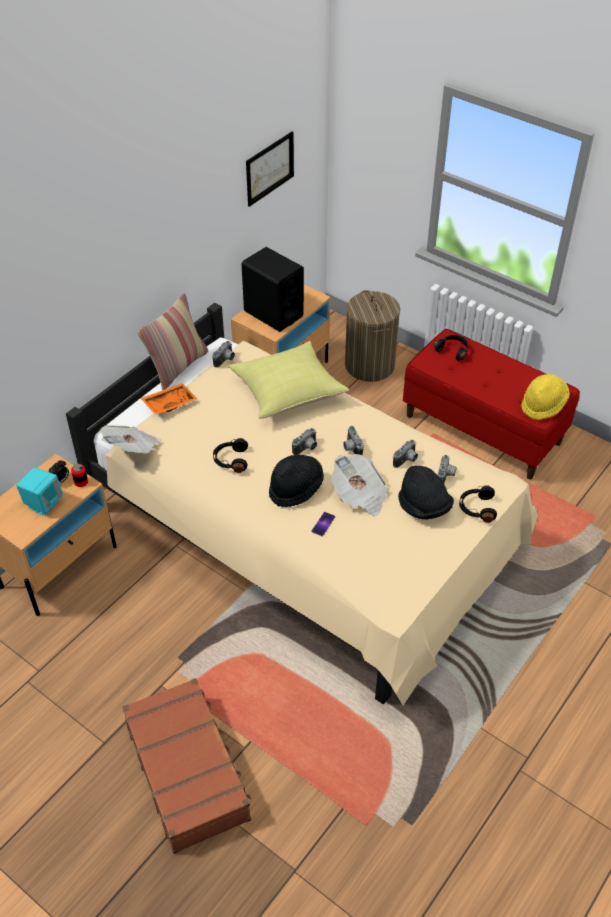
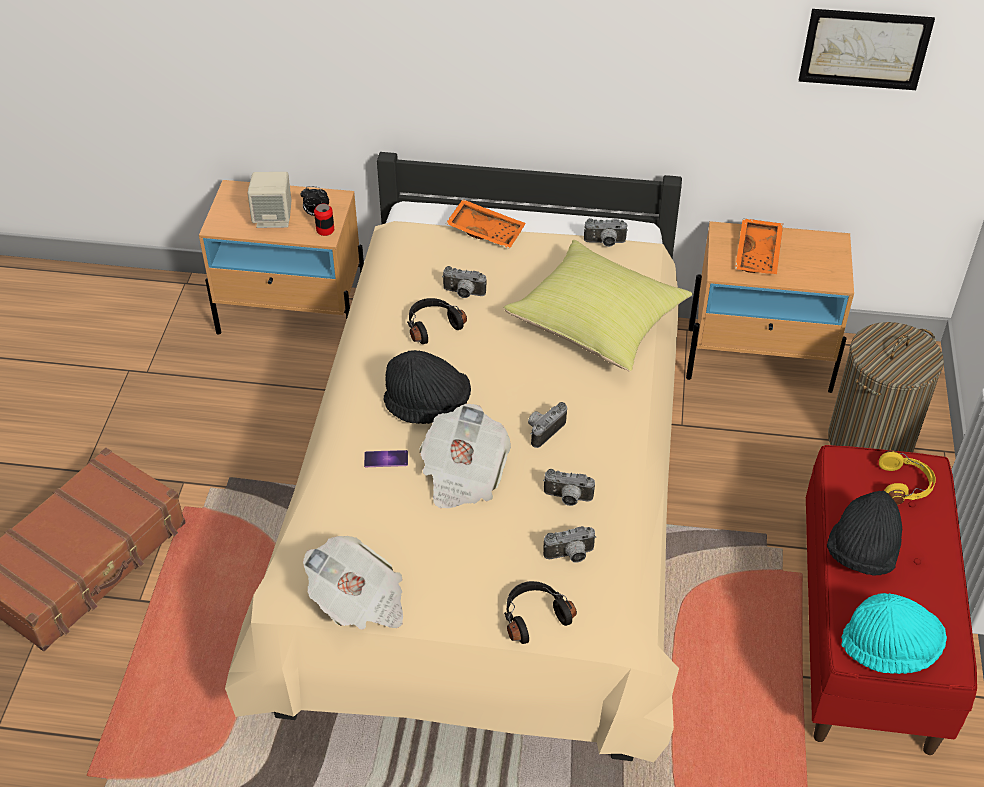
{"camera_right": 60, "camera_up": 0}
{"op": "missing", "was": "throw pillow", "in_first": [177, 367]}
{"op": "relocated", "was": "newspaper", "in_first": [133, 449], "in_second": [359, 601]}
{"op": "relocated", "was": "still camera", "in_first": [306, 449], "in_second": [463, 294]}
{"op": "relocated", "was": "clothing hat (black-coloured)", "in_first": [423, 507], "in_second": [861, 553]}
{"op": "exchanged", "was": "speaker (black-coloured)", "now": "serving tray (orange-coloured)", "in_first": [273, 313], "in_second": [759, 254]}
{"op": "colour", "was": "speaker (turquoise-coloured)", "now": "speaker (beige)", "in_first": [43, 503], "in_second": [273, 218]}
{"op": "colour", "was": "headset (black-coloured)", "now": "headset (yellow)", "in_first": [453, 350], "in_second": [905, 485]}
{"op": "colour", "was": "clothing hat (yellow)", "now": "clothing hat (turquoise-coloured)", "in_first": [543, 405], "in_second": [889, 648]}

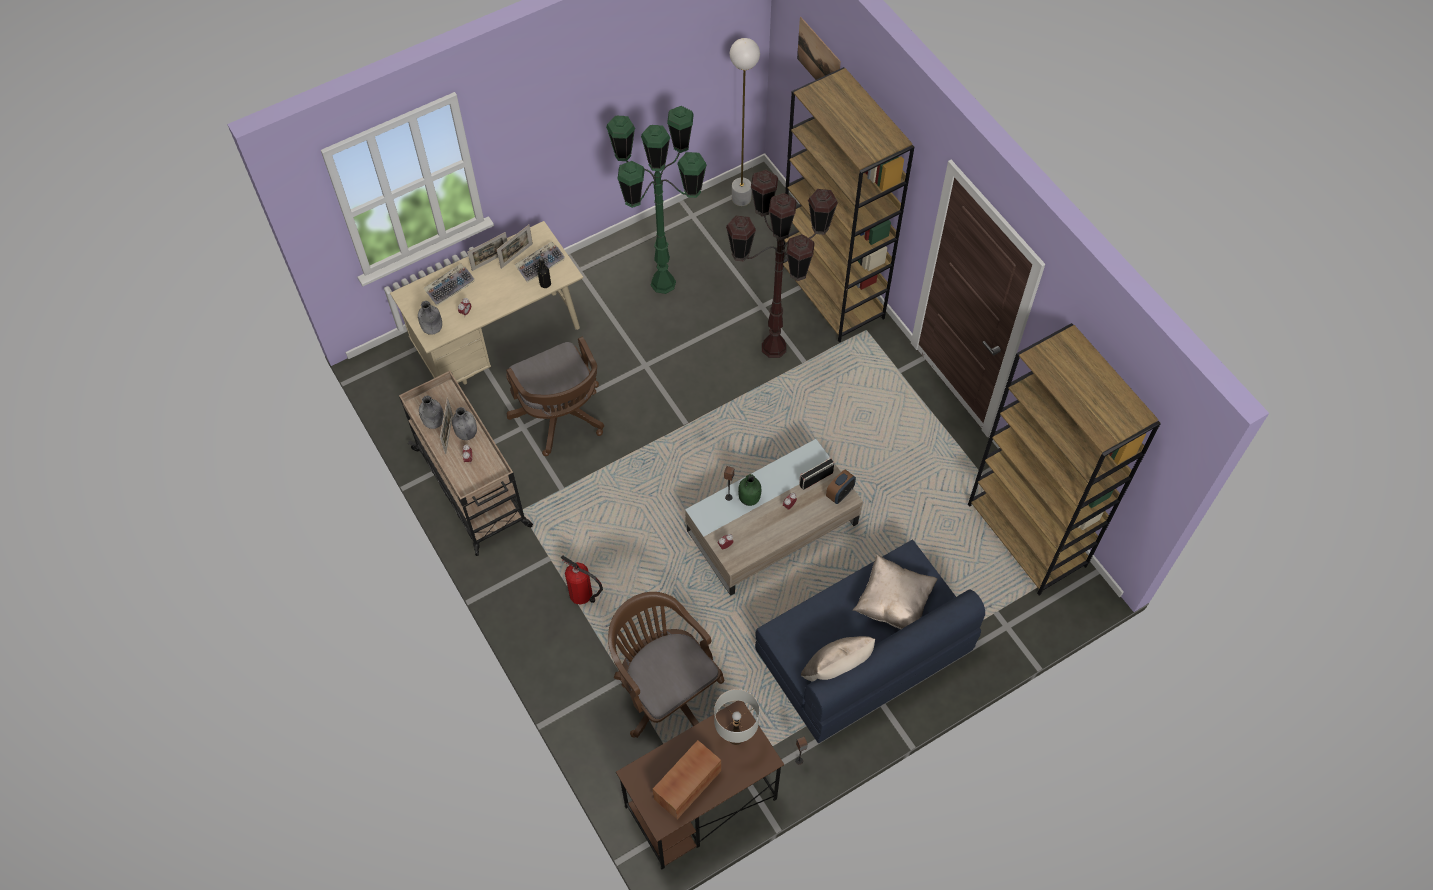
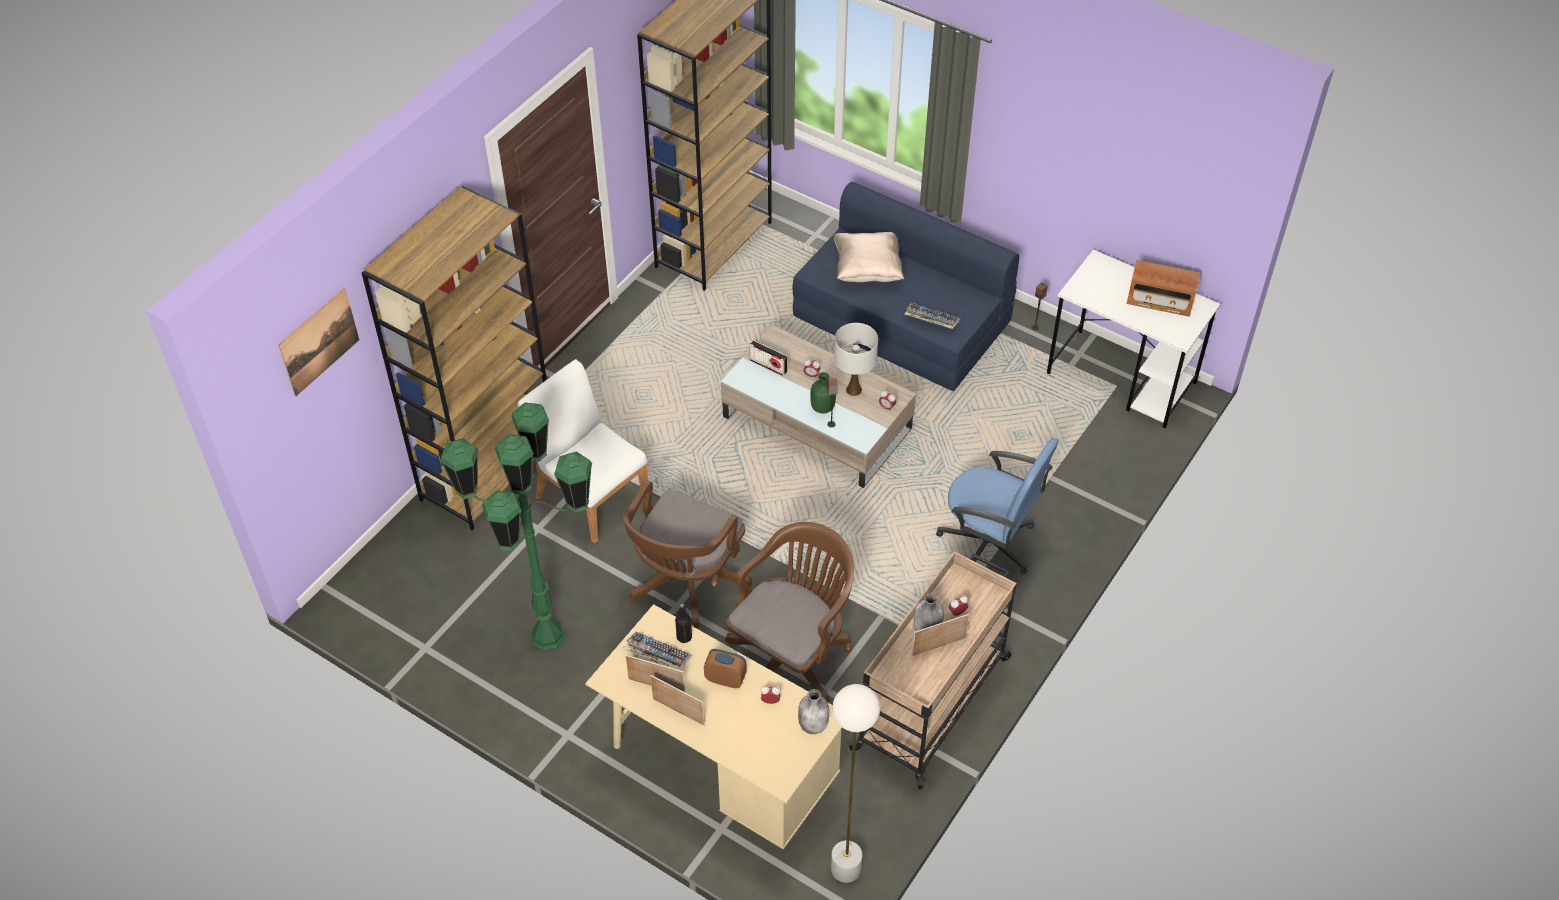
{"camera_right": -115, "camera_up": -10}
{"op": "missing", "was": "bottle (greyish)", "in_first": [434, 422]}
{"op": "missing", "was": "throw pillow (beige)", "in_first": [836, 671]}
{"op": "relocated", "was": "computer keyboard", "in_first": [450, 286], "in_second": [930, 320]}
{"op": "relocated", "was": "office chair (brownish)", "in_first": [665, 689], "in_second": [686, 586]}
{"op": "relocated", "was": "lamp for a table (white)", "in_first": [736, 736], "in_second": [853, 390]}
{"op": "relocated", "was": "standing lamp (white)", "in_first": [741, 198], "in_second": [846, 869]}
{"op": "relocated", "was": "table clock", "in_first": [840, 494], "in_second": [725, 679]}
{"op": "exchanged", "was": "fire-fighting cylinder", "now": "office chair (blue)", "in_first": [583, 595], "in_second": [989, 544]}
{"op": "exchanged", "was": "standing lamp (brownish)", "now": "chair (white)", "in_first": [774, 347], "in_second": [591, 496]}
{"op": "colour", "was": "desk unit (brownish)", "now": "desk unit (white)", "in_first": [700, 804], "in_second": [1122, 378]}

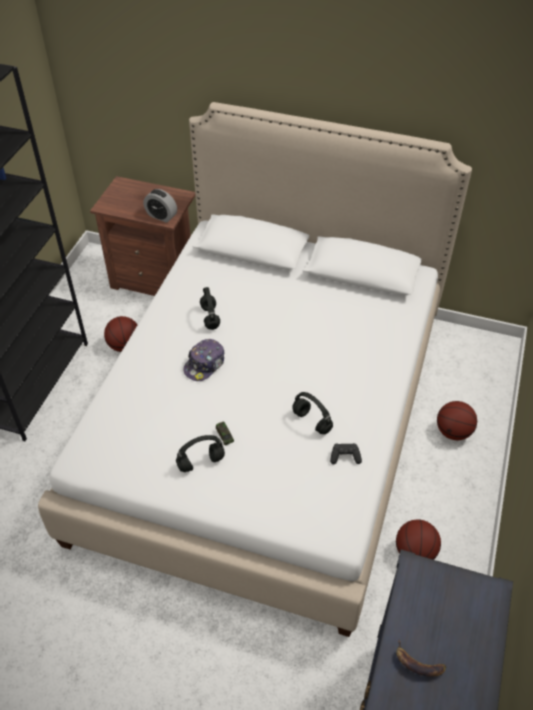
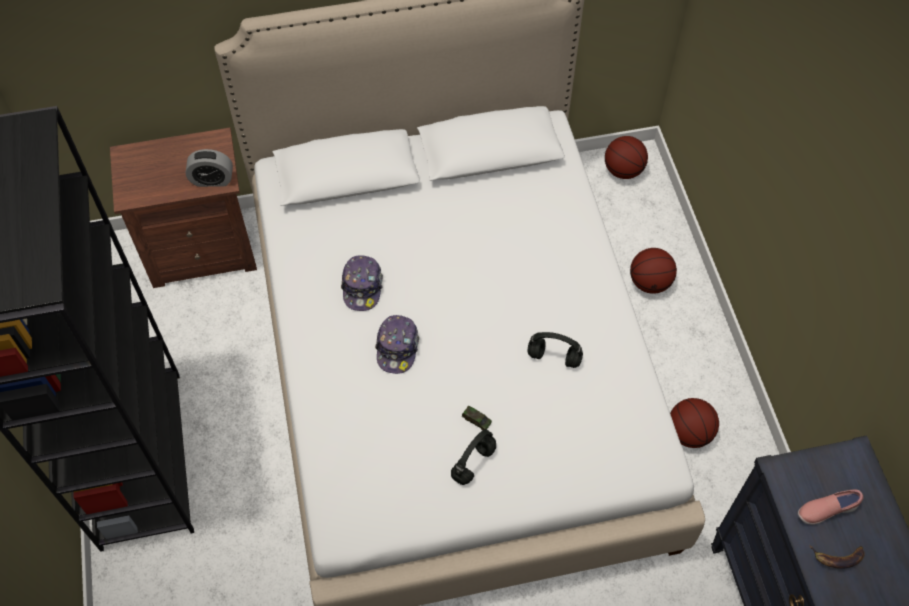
{"camera_right": -30, "camera_up": 10}
{"op": "missing", "was": "gamepad (black-coloured)", "in_first": [345, 457]}
{"op": "appeared", "now": "item of footwear (pinkish)", "in_second": [825, 510]}
{"op": "relocated", "was": "basketball", "in_first": [124, 346], "in_second": [623, 171]}
{"op": "exchanged", "was": "headset (black-coloured)", "now": "baseball cap", "in_first": [210, 318], "in_second": [362, 287]}

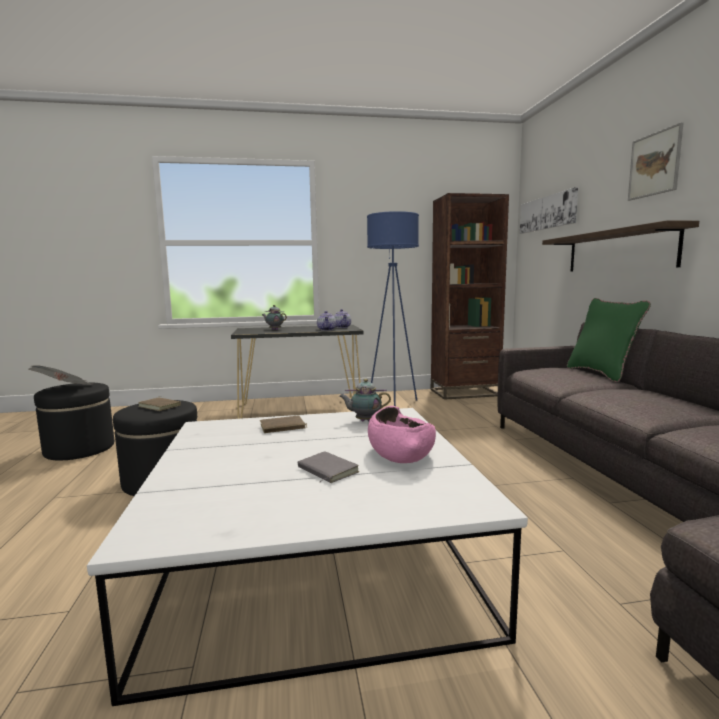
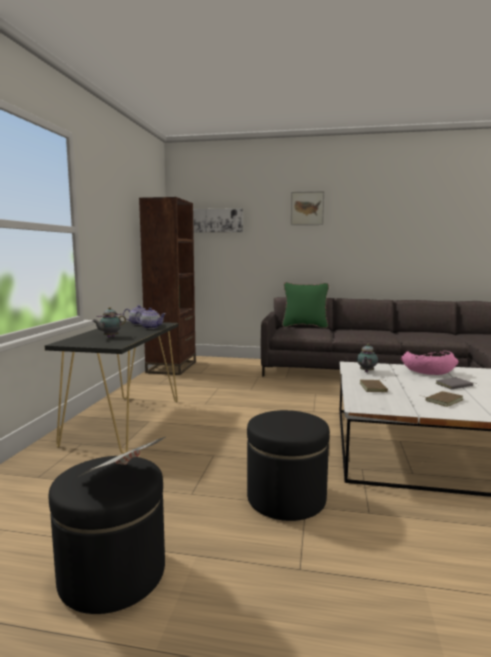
{"camera_right": -70, "camera_up": 0}
{"op": "missing", "was": "standing lamp (blue)", "in_first": [393, 404]}
{"op": "missing", "was": "bracket shelf", "in_first": [618, 251]}
{"op": "relocated", "was": "volume (brownish)", "in_first": [161, 406], "in_second": [443, 400]}

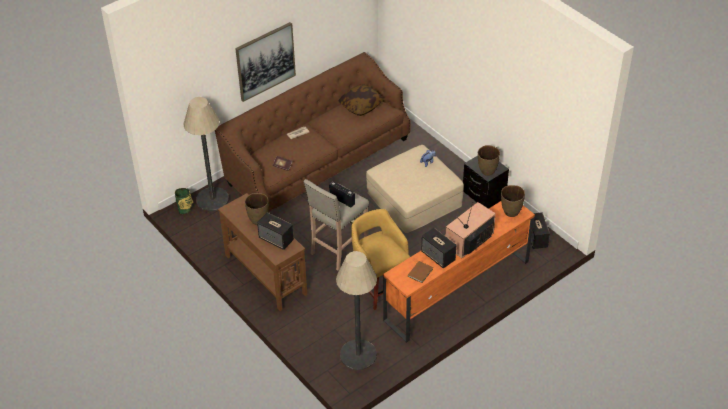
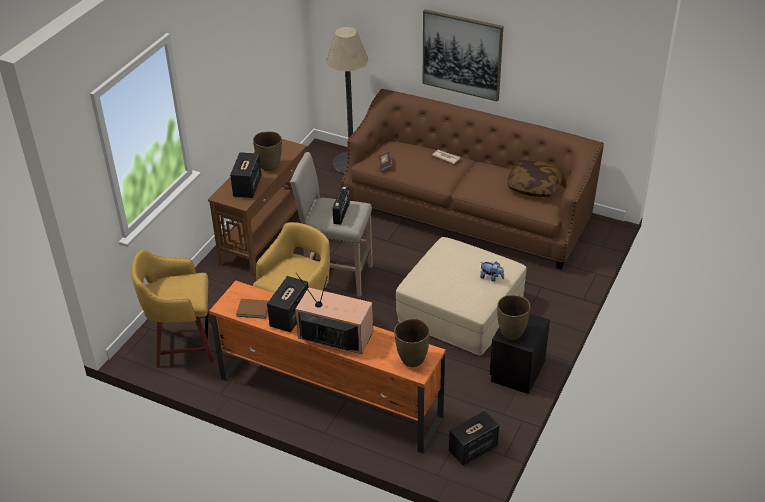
{"camera_right": 65, "camera_up": -5}
{"op": "missing", "was": "flower vase", "in_first": [185, 210]}
{"op": "exchanged", "was": "standing lamp", "now": "stool seat (yellow)", "in_first": [358, 355], "in_second": [183, 345]}

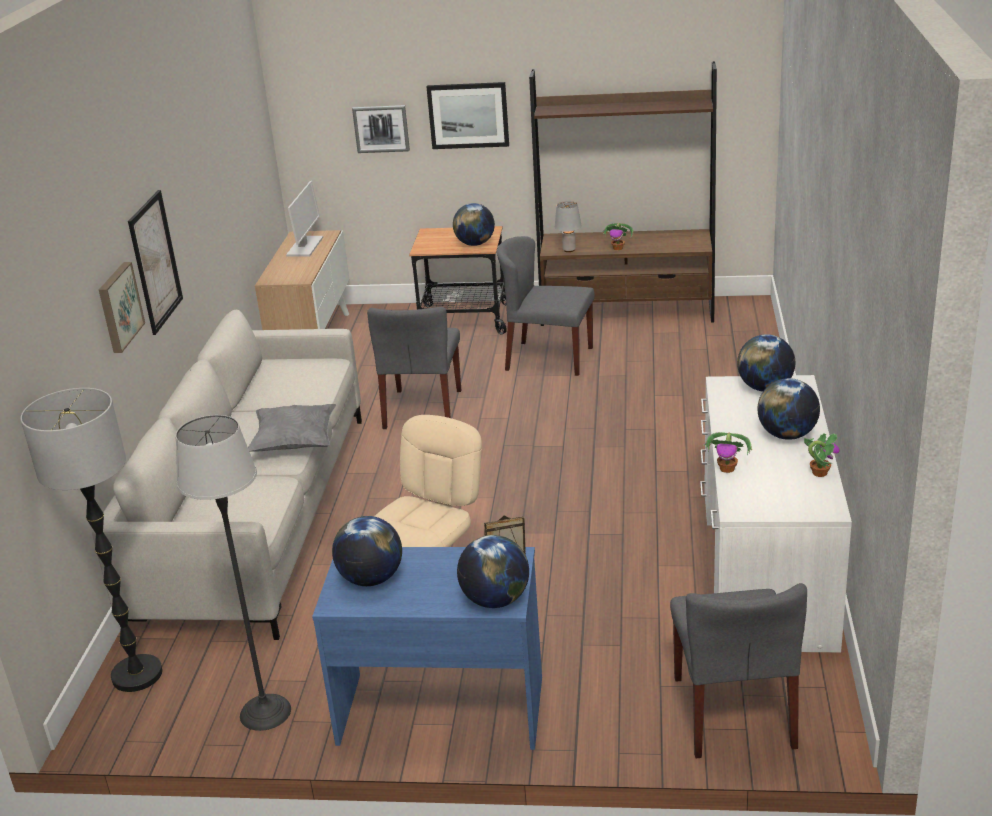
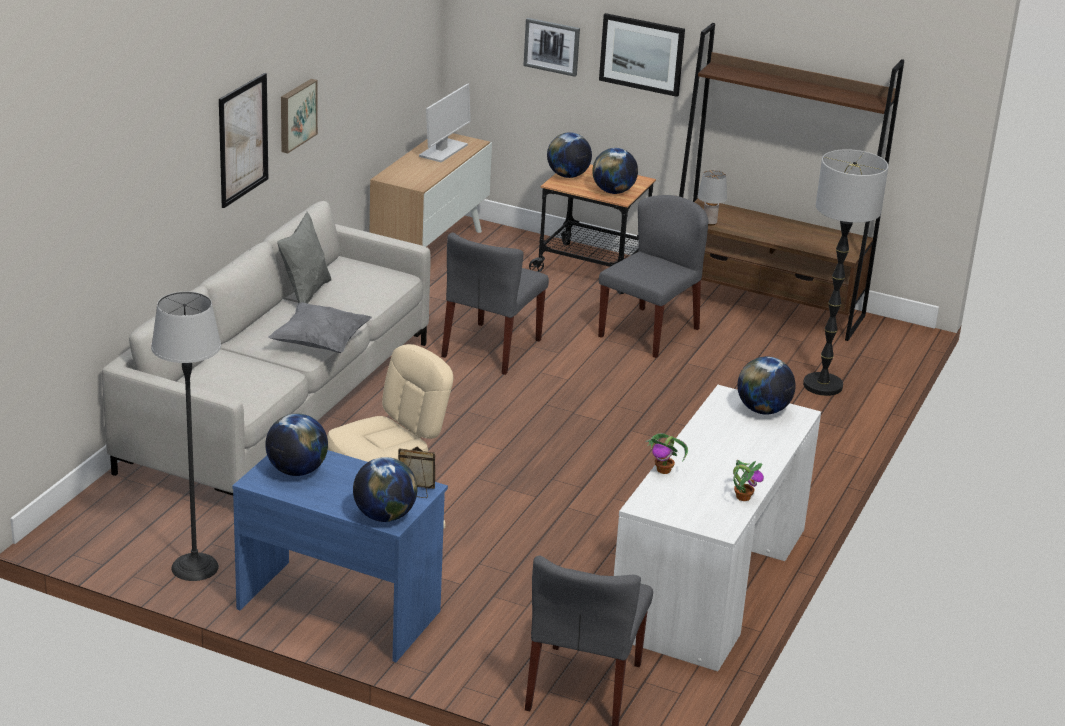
{"camera_right": 15, "camera_up": 0}
{"op": "missing", "was": "houseplant", "in_first": [618, 248]}
{"op": "appeared", "now": "throw pillow (greyish)", "in_second": [305, 293]}
{"op": "relocated", "was": "standing lamp", "in_first": [137, 674], "in_second": [822, 385]}
{"op": "relocated", "was": "wall picture", "in_first": [118, 307], "in_second": [296, 115]}
{"op": "relocated", "was": "world globe", "in_first": [787, 435], "in_second": [567, 176]}
{"op": "spun", "was": "chair (greyish)", "in_first": [548, 358], "in_second": [649, 332], "clockwise": 90}

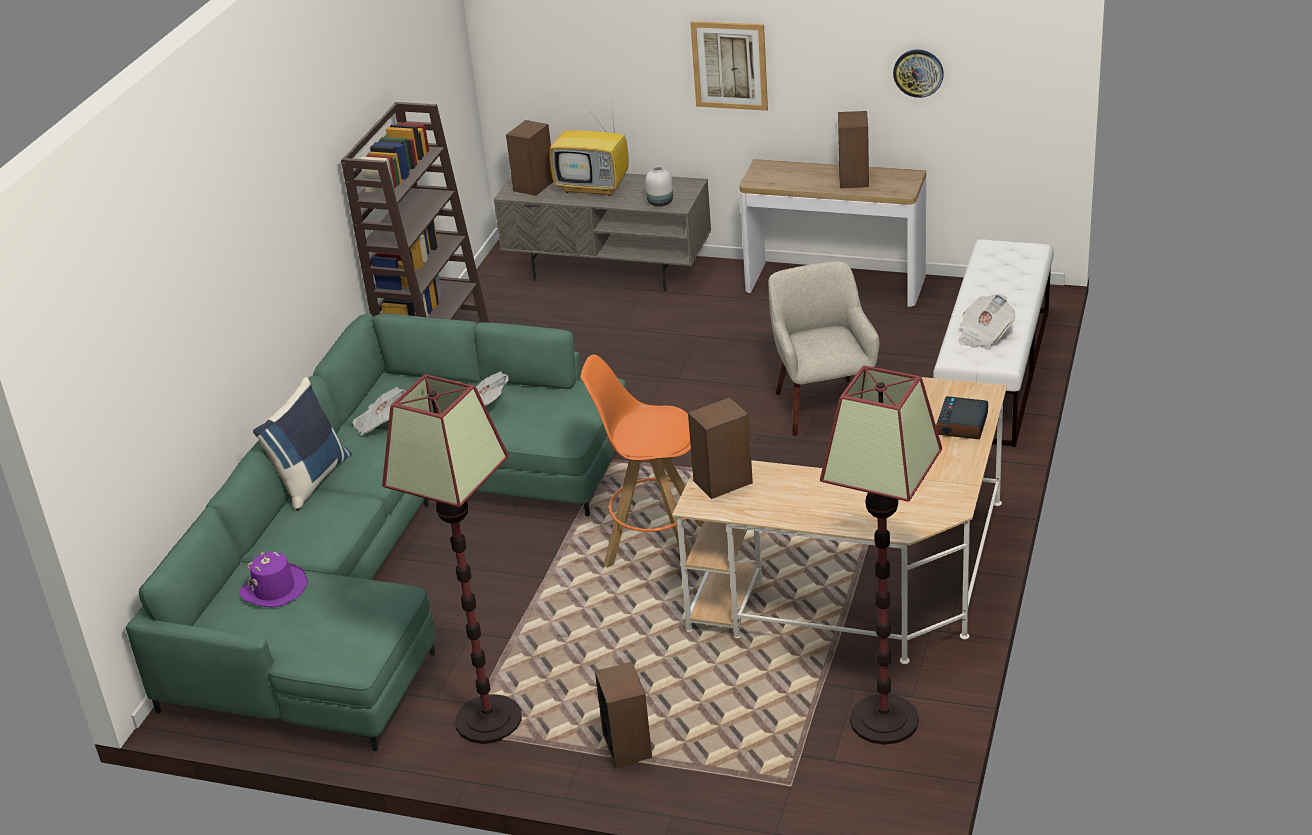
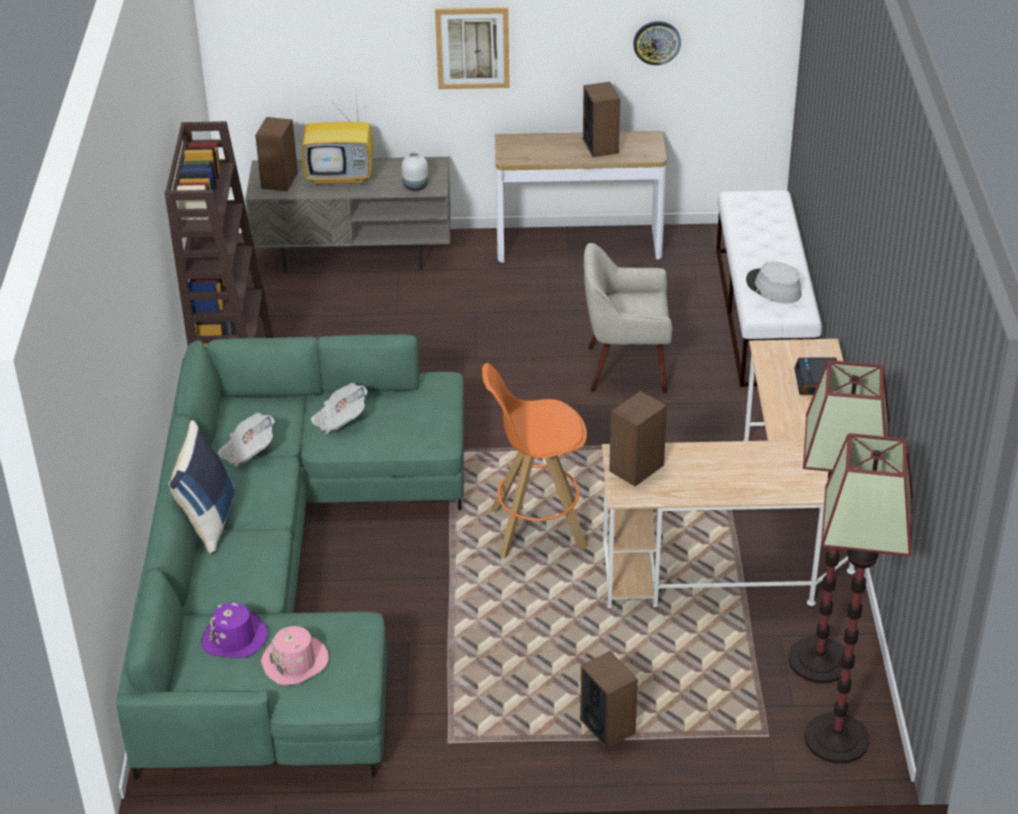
{"camera_right": -20, "camera_up": 5}
{"op": "appeared", "now": "clothing hat (pinkish)", "in_second": [295, 662]}
{"op": "relocated", "was": "standing lamp", "in_first": [489, 719], "in_second": [837, 738]}
{"op": "exchanged", "was": "newspaper", "now": "clothing hat (greyish)", "in_first": [984, 335], "in_second": [773, 287]}
{"op": "spun", "was": "lounge chair (beige)", "in_first": [823, 405], "in_second": [625, 368], "clockwise": -60}

